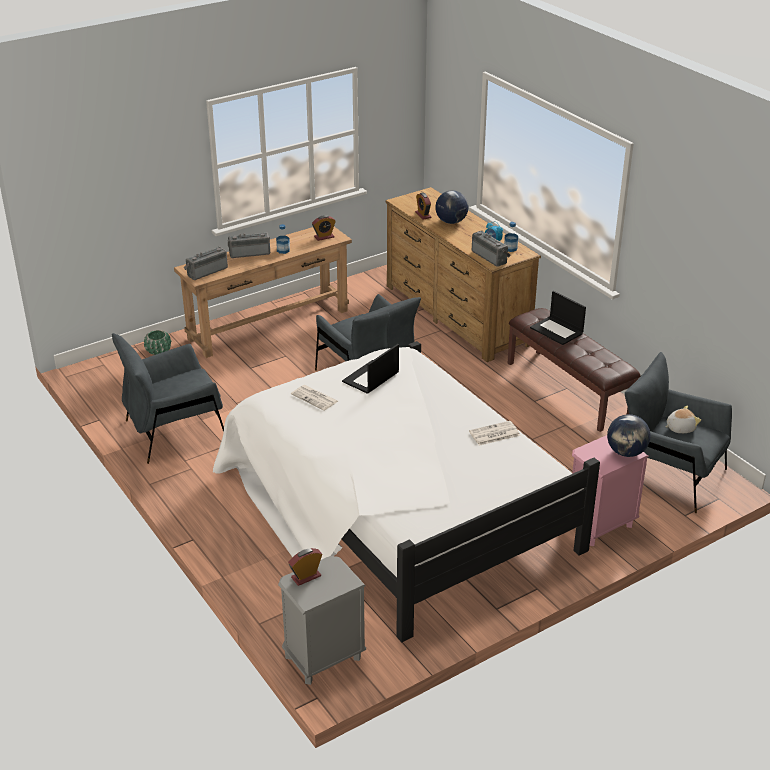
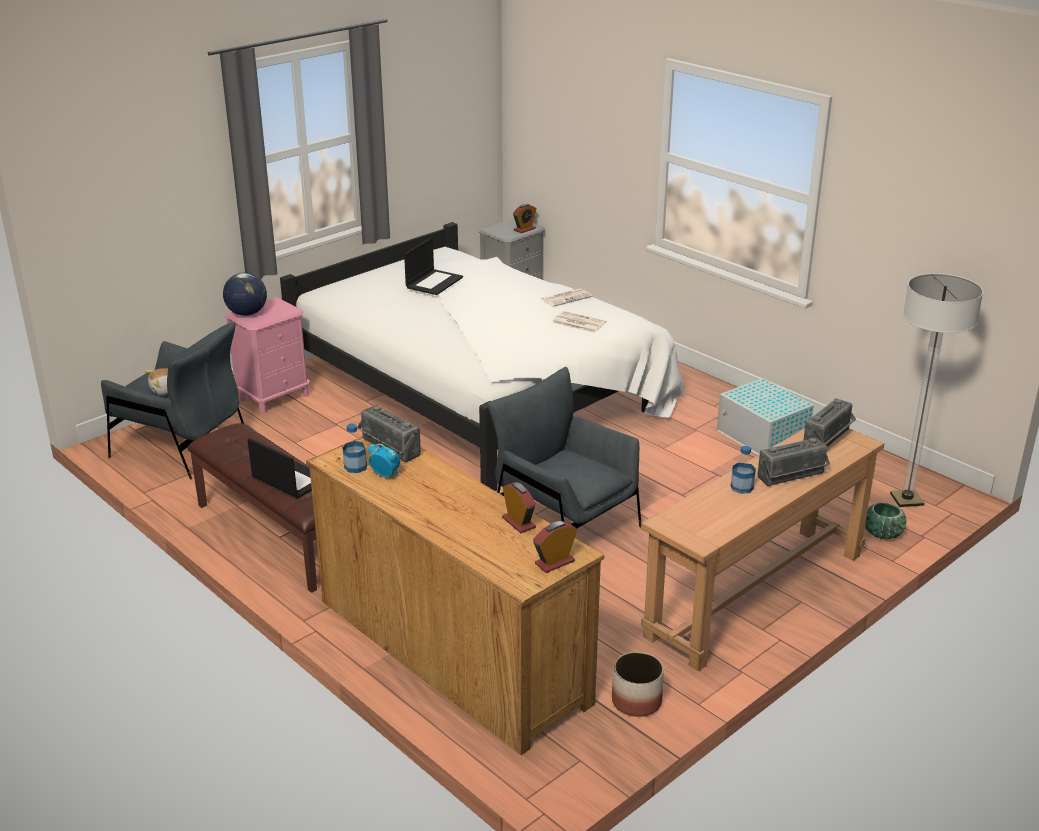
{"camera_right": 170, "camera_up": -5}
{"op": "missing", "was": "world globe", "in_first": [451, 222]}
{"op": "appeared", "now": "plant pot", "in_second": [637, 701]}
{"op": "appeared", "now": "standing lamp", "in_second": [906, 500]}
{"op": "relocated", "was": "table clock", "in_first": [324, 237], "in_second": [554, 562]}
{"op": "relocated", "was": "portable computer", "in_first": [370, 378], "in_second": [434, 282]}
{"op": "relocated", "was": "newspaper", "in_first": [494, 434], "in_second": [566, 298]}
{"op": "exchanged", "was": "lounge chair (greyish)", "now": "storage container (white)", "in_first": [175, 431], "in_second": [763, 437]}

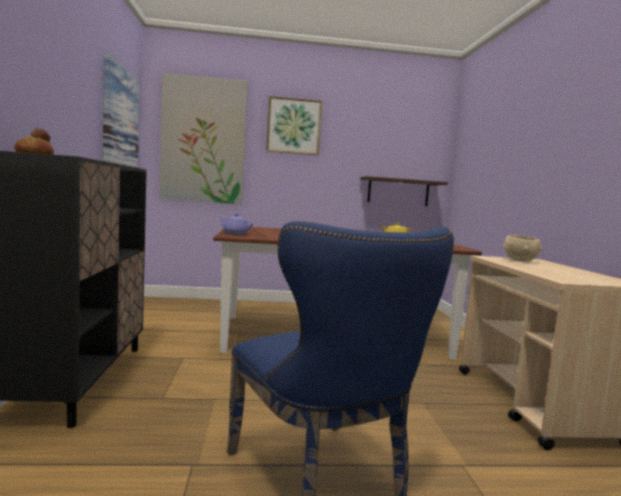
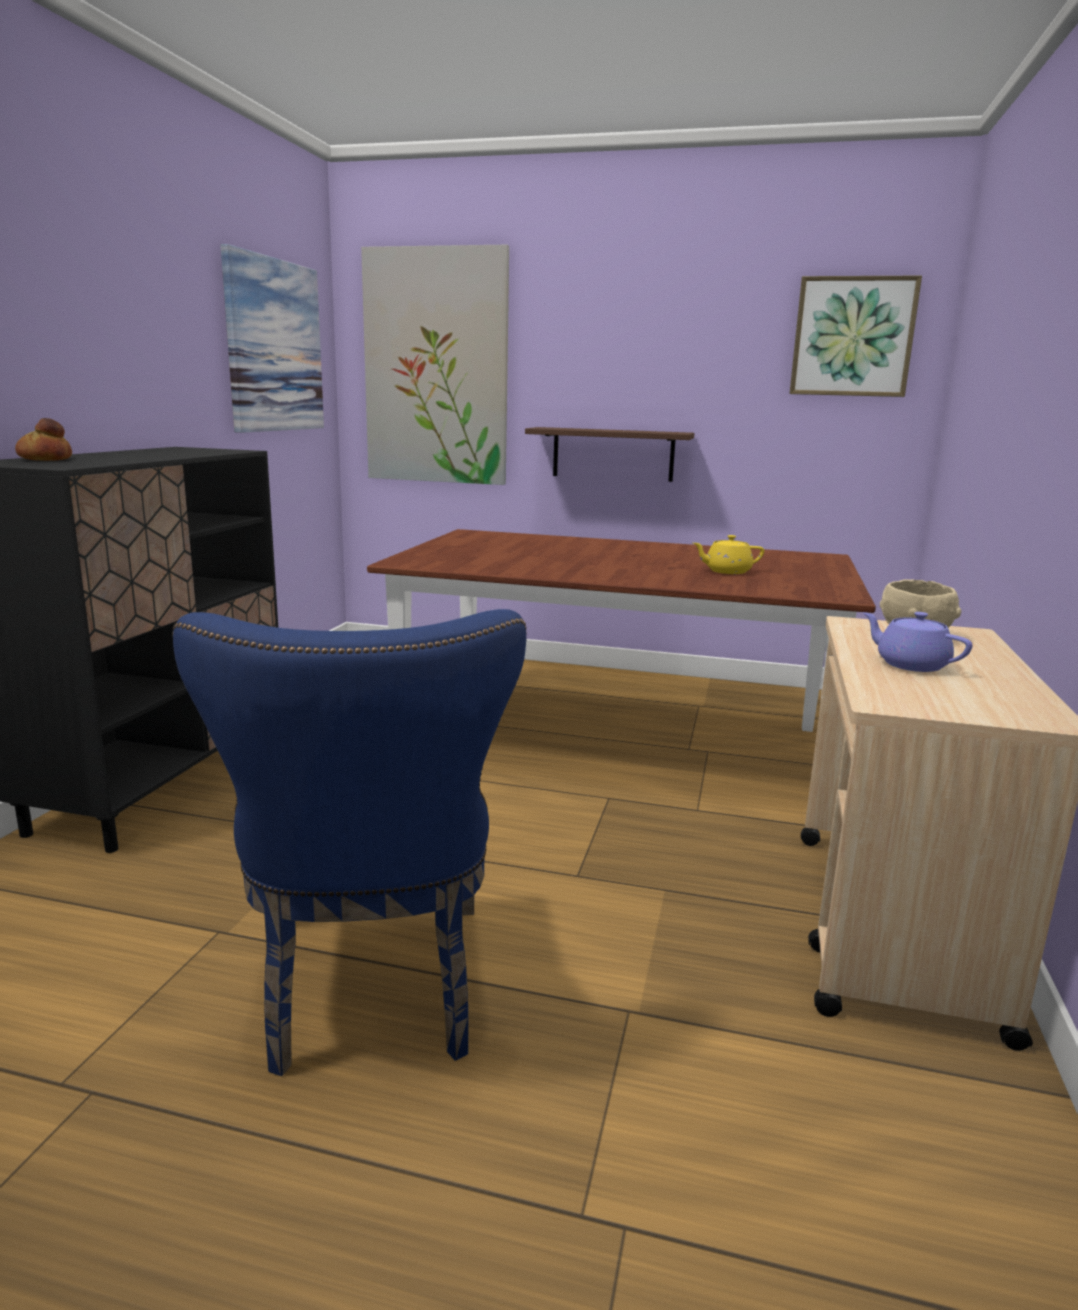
{"camera_right": 20, "camera_up": 10}
{"op": "relocated", "was": "teapot (purplish)", "in_first": [235, 233], "in_second": [910, 664]}
{"op": "relocated", "was": "wall picture", "in_first": [293, 126], "in_second": [852, 337]}
{"op": "relocated", "was": "bracket shelf", "in_first": [398, 192], "in_second": [613, 454]}

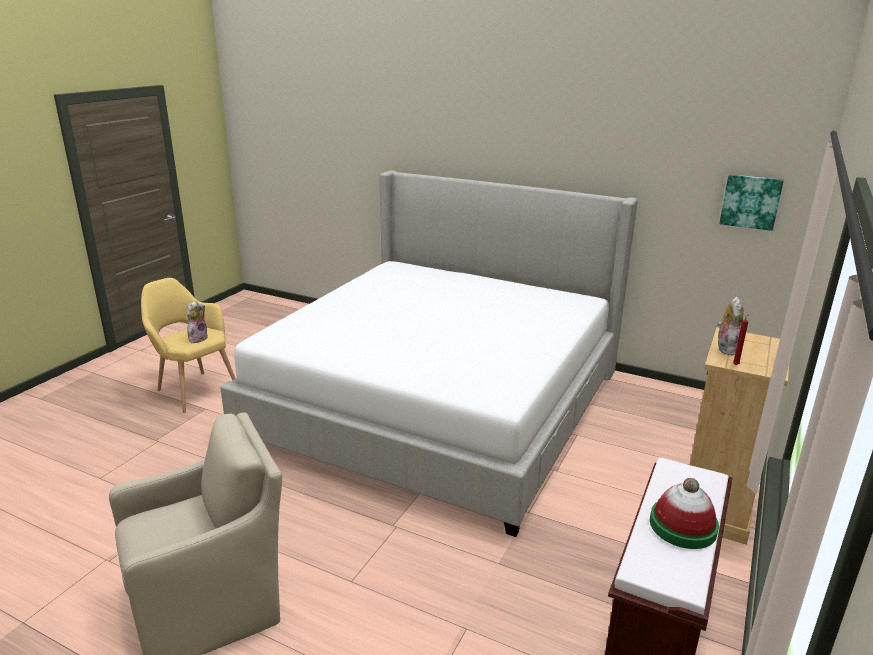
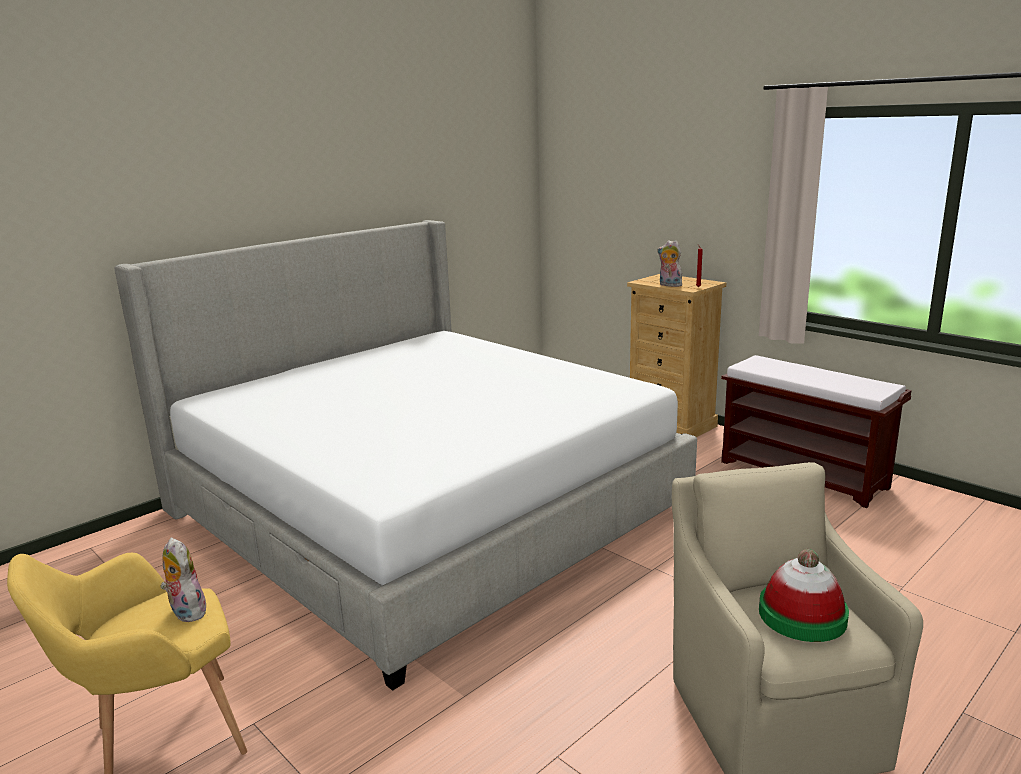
{"camera_right": -70, "camera_up": -5}
{"op": "missing", "was": "wall picture", "in_first": [750, 201]}
{"op": "relocated", "was": "clothing hat", "in_first": [682, 526], "in_second": [802, 615]}

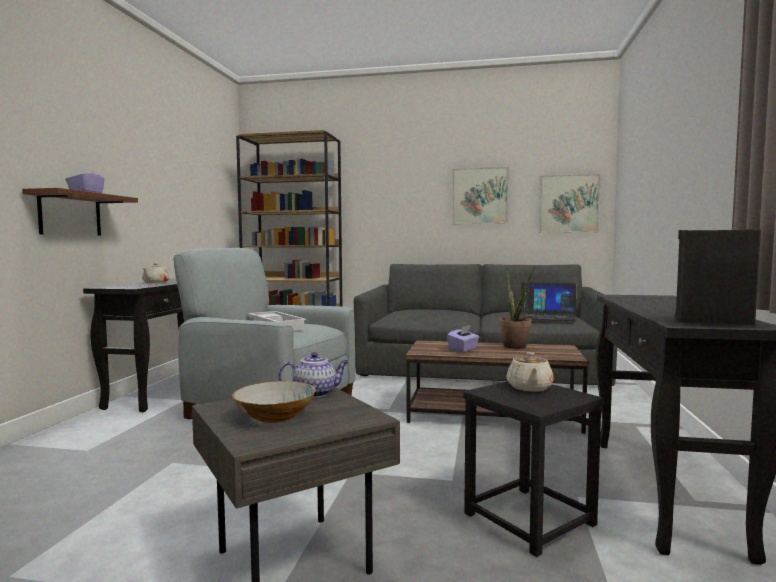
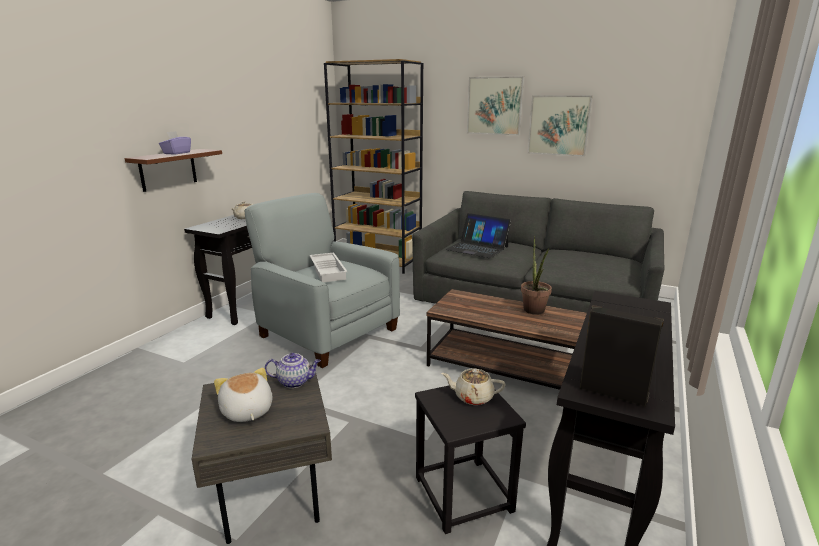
{"camera_right": 15, "camera_up": 15}
{"op": "missing", "was": "box of tissues (purplish)", "in_first": [463, 350]}
{"op": "relocated", "was": "portable computer", "in_first": [546, 316], "in_second": [477, 248]}
{"op": "relocated", "was": "wall picture", "in_first": [568, 203], "in_second": [494, 106]}
{"op": "exchanged", "was": "bowl", "now": "soft toy", "in_first": [274, 417], "in_second": [246, 411]}
{"op": "spun", "was": "teapot (beige)", "in_first": [529, 388], "in_second": [472, 397], "clockwise": 75}

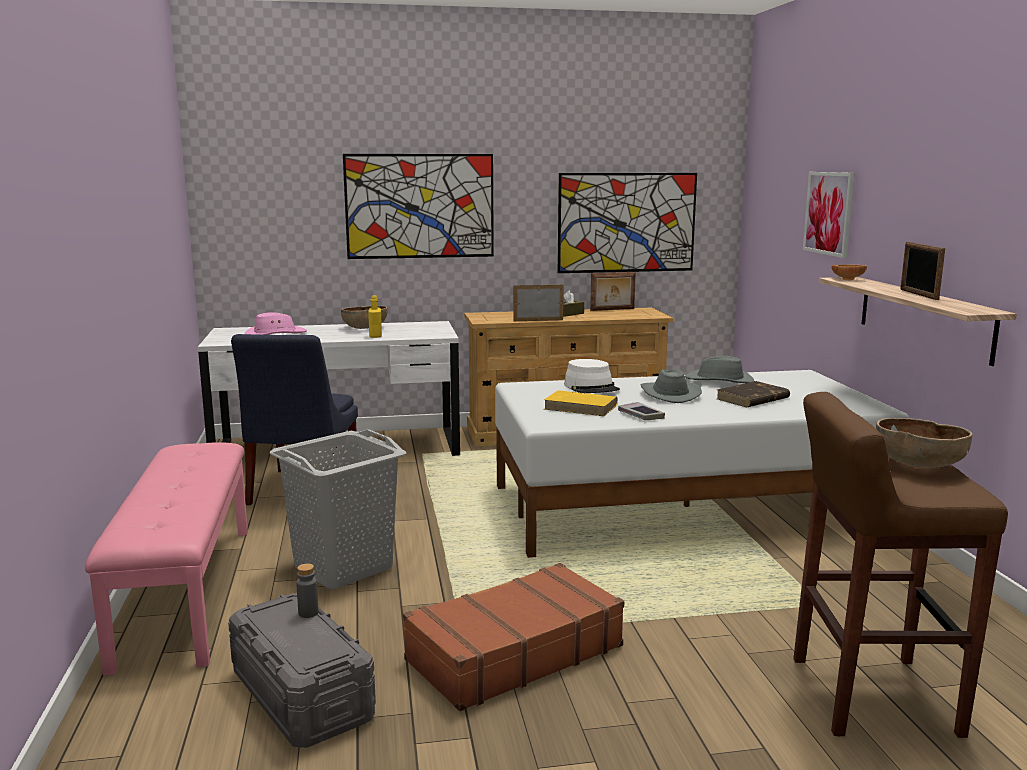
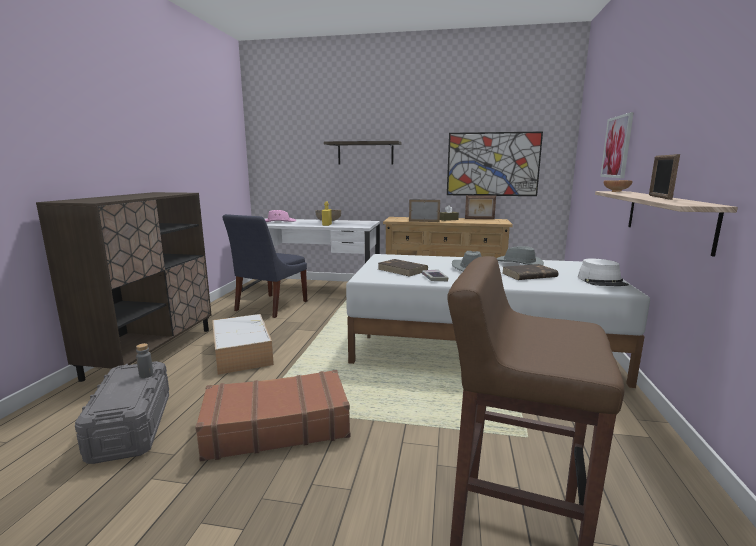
{"camera_right": 20, "camera_up": 0}
{"op": "missing", "was": "bowl (brownish)", "in_first": [918, 465]}
{"op": "relocated", "was": "clothing hat (white)", "in_first": [591, 387], "in_second": [602, 281]}
{"op": "exchanged", "was": "bench (pinkish)", "now": "storage cabinet (brownish)", "in_first": [185, 592], "in_second": [152, 352]}
{"op": "exchanged", "was": "laundry basket (greyish)", "now": "storage container", "in_first": [342, 568], "in_second": [241, 352]}
{"op": "exchanged", "was": "wall picture", "now": "bracket shelf", "in_first": [420, 206], "in_second": [365, 153]}
{"op": "colour", "was": "volume (yellow)", "now": "volume (brownish)", "in_first": [581, 407], "in_second": [402, 270]}

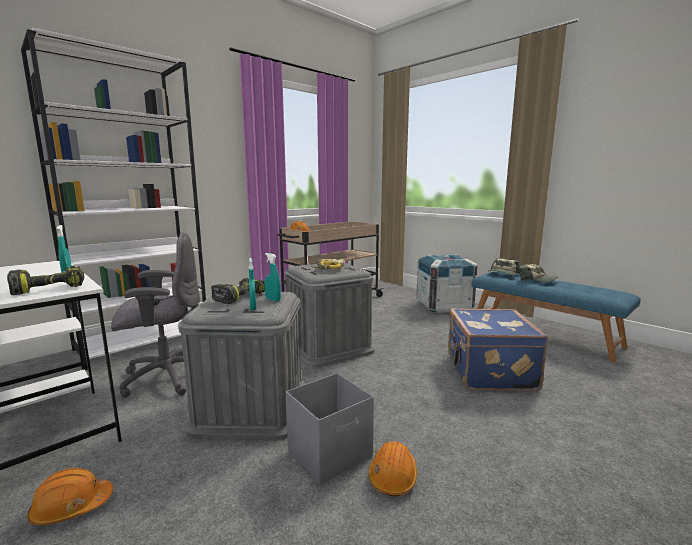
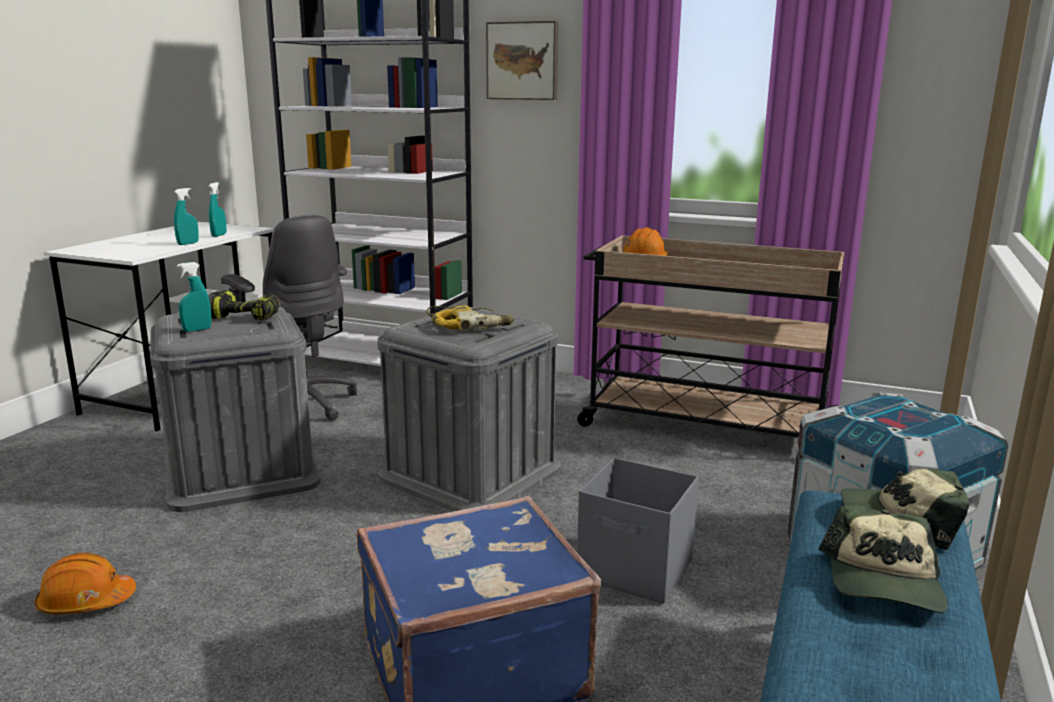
{"camera_right": 65, "camera_up": 5}
{"op": "missing", "was": "power drill", "in_first": [50, 288]}
{"op": "missing", "was": "safety helmet (orange-coloured)", "in_first": [71, 507]}
{"op": "appeared", "now": "wall picture", "in_second": [523, 61]}
{"op": "relocated", "was": "sprayer (turquoise-coloured)", "in_first": [273, 299], "in_second": [219, 235]}
{"op": "relocated", "was": "storage container (greyish)", "in_first": [331, 453], "in_second": [636, 570]}

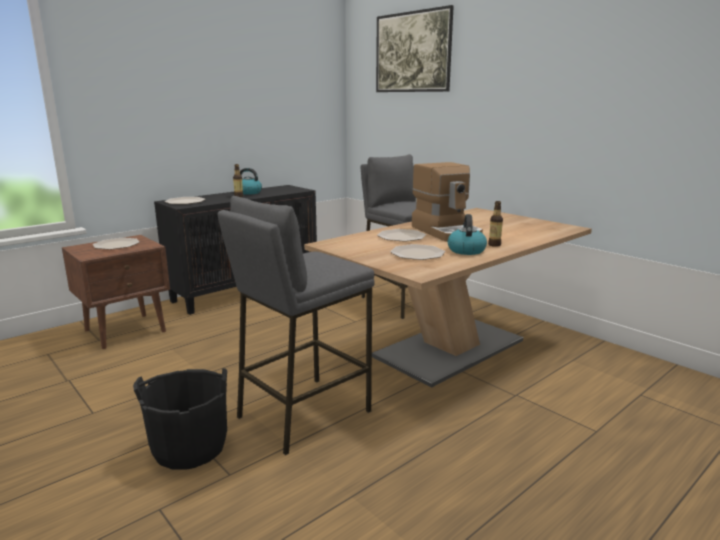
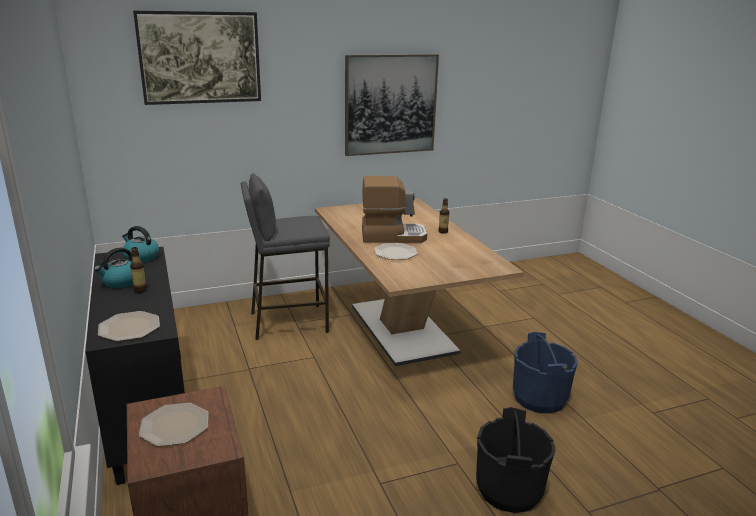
{"camera_right": -70, "camera_up": 5}
{"op": "missing", "was": "stool seat (greyish)", "in_first": [303, 413]}
{"op": "missing", "was": "flat dish", "in_first": [417, 253]}
{"op": "appeared", "now": "wall picture", "in_second": [390, 104]}
{"op": "appeared", "now": "bucket (blue)", "in_second": [539, 398]}
{"op": "relocated", "was": "kettle", "in_first": [466, 250], "in_second": [141, 257]}

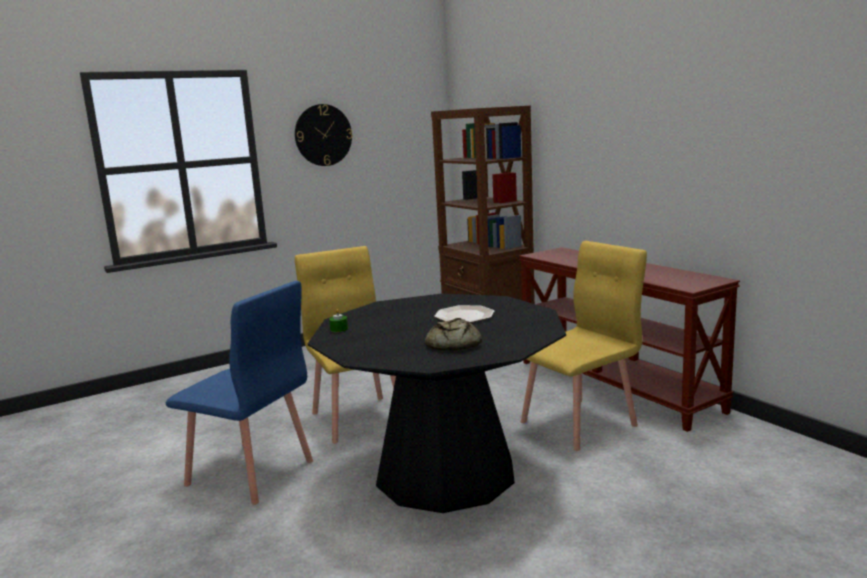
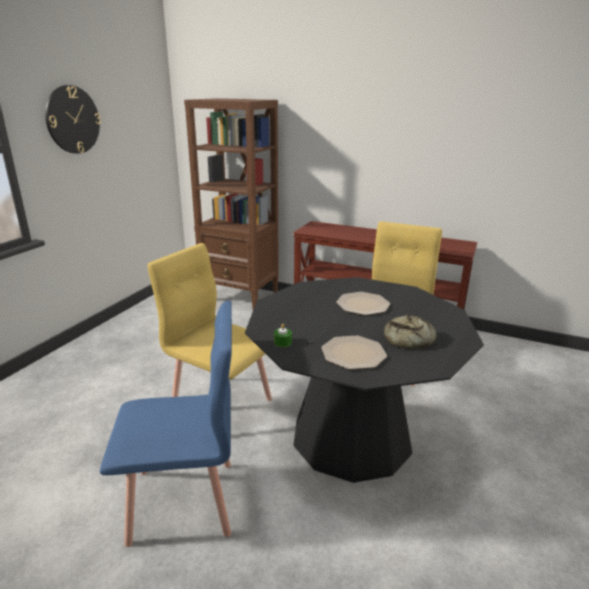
{"camera_right": -35, "camera_up": 10}
{"op": "appeared", "now": "flat dish", "in_second": [353, 354]}

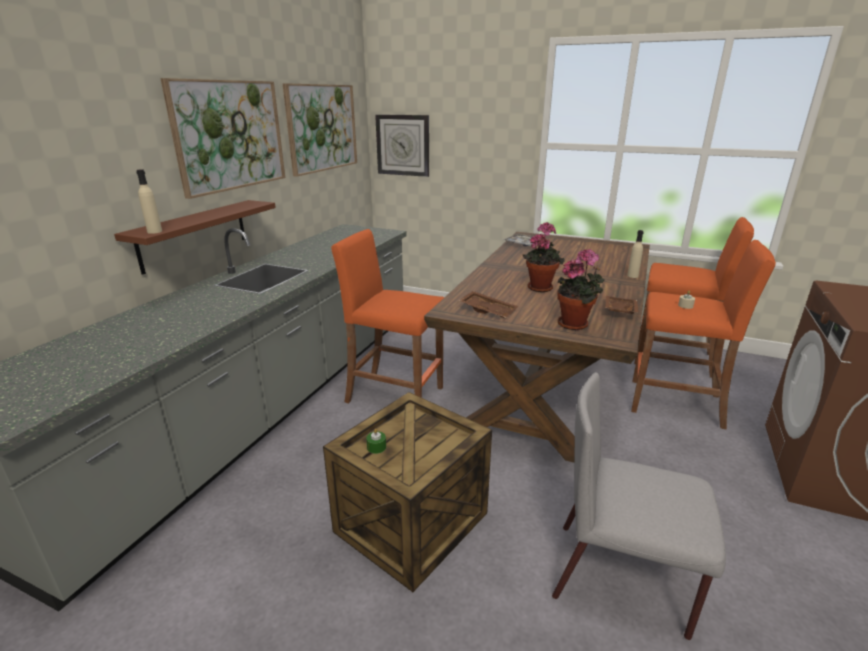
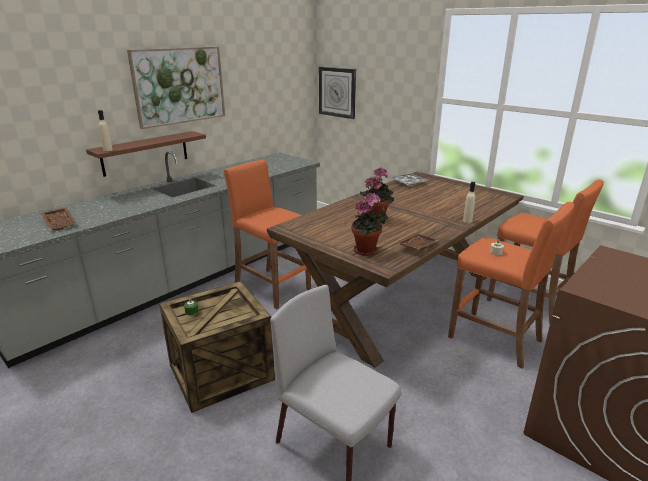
{"camera_right": 20, "camera_up": 0}
{"op": "missing", "was": "wall picture", "in_first": [322, 128]}
{"op": "relocated", "was": "serving tray (brownish)", "in_first": [488, 310], "in_second": [60, 223]}

